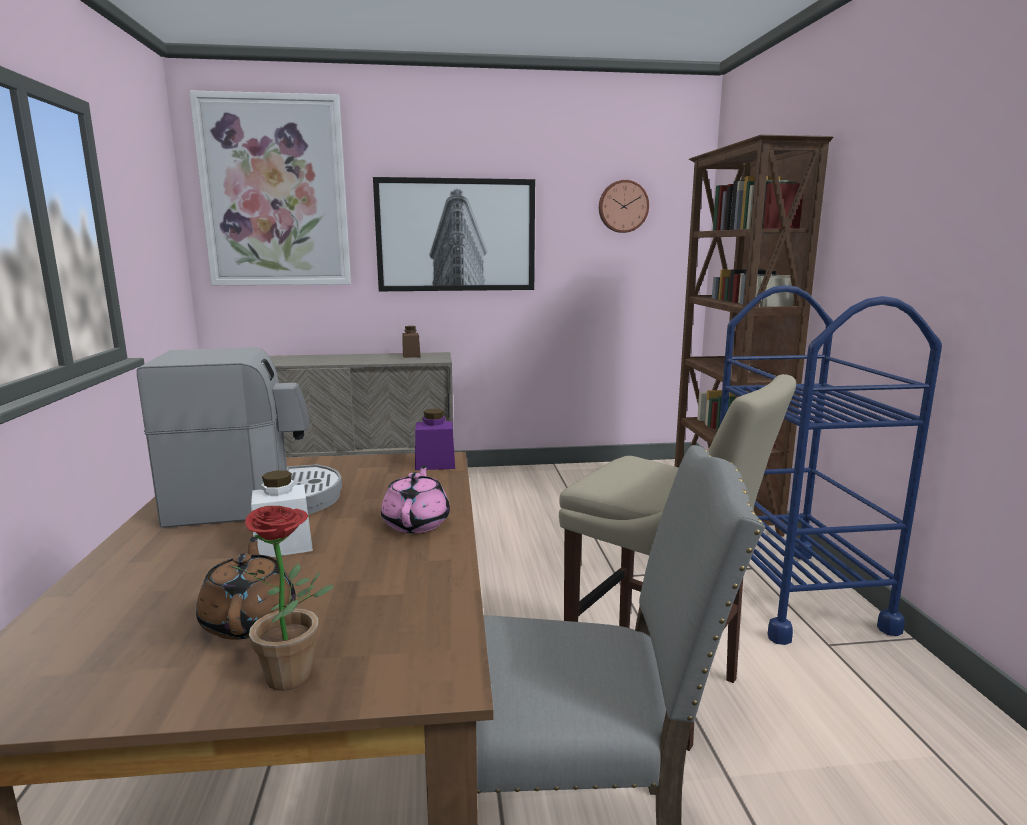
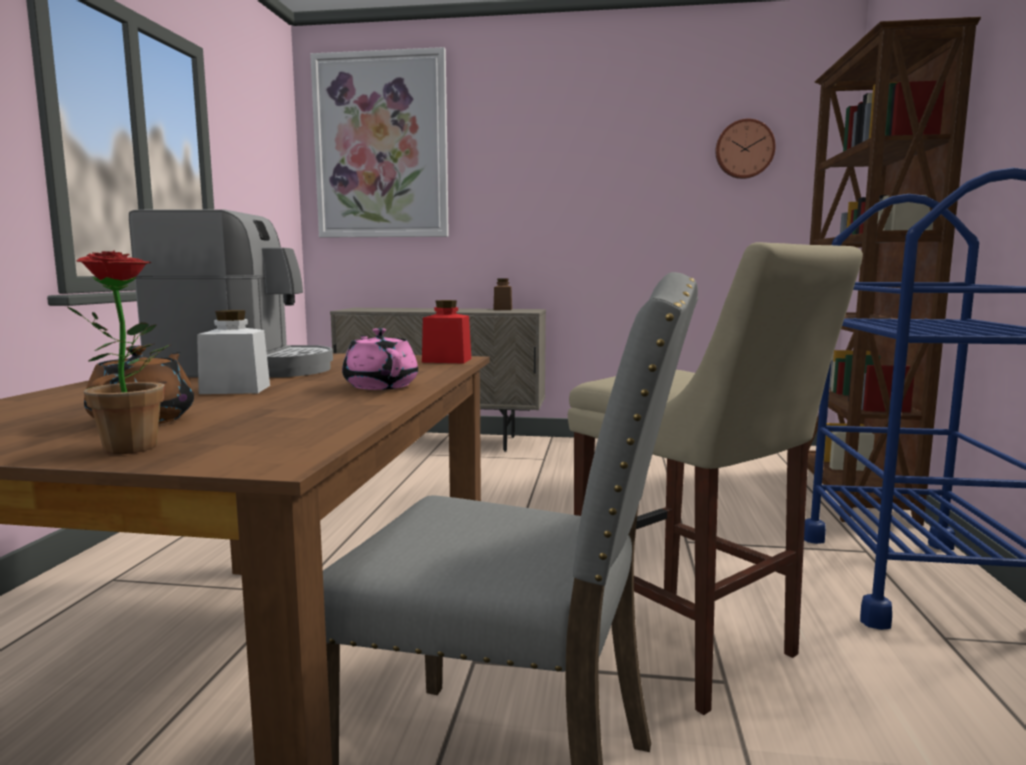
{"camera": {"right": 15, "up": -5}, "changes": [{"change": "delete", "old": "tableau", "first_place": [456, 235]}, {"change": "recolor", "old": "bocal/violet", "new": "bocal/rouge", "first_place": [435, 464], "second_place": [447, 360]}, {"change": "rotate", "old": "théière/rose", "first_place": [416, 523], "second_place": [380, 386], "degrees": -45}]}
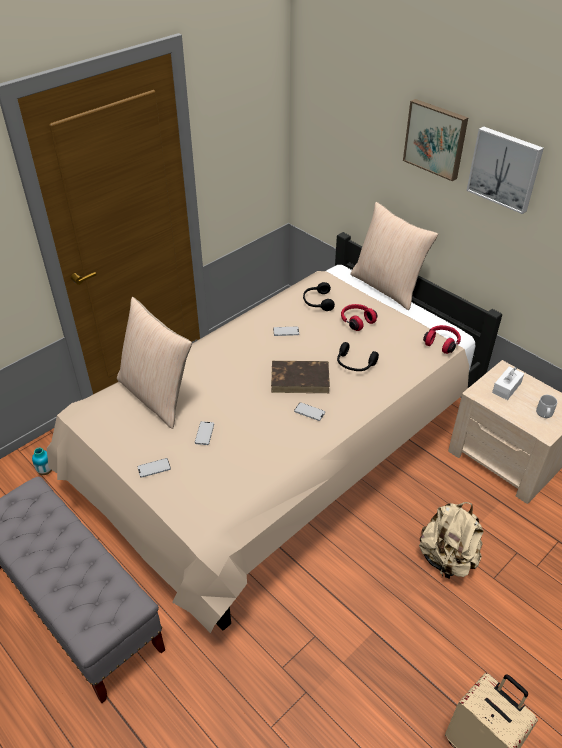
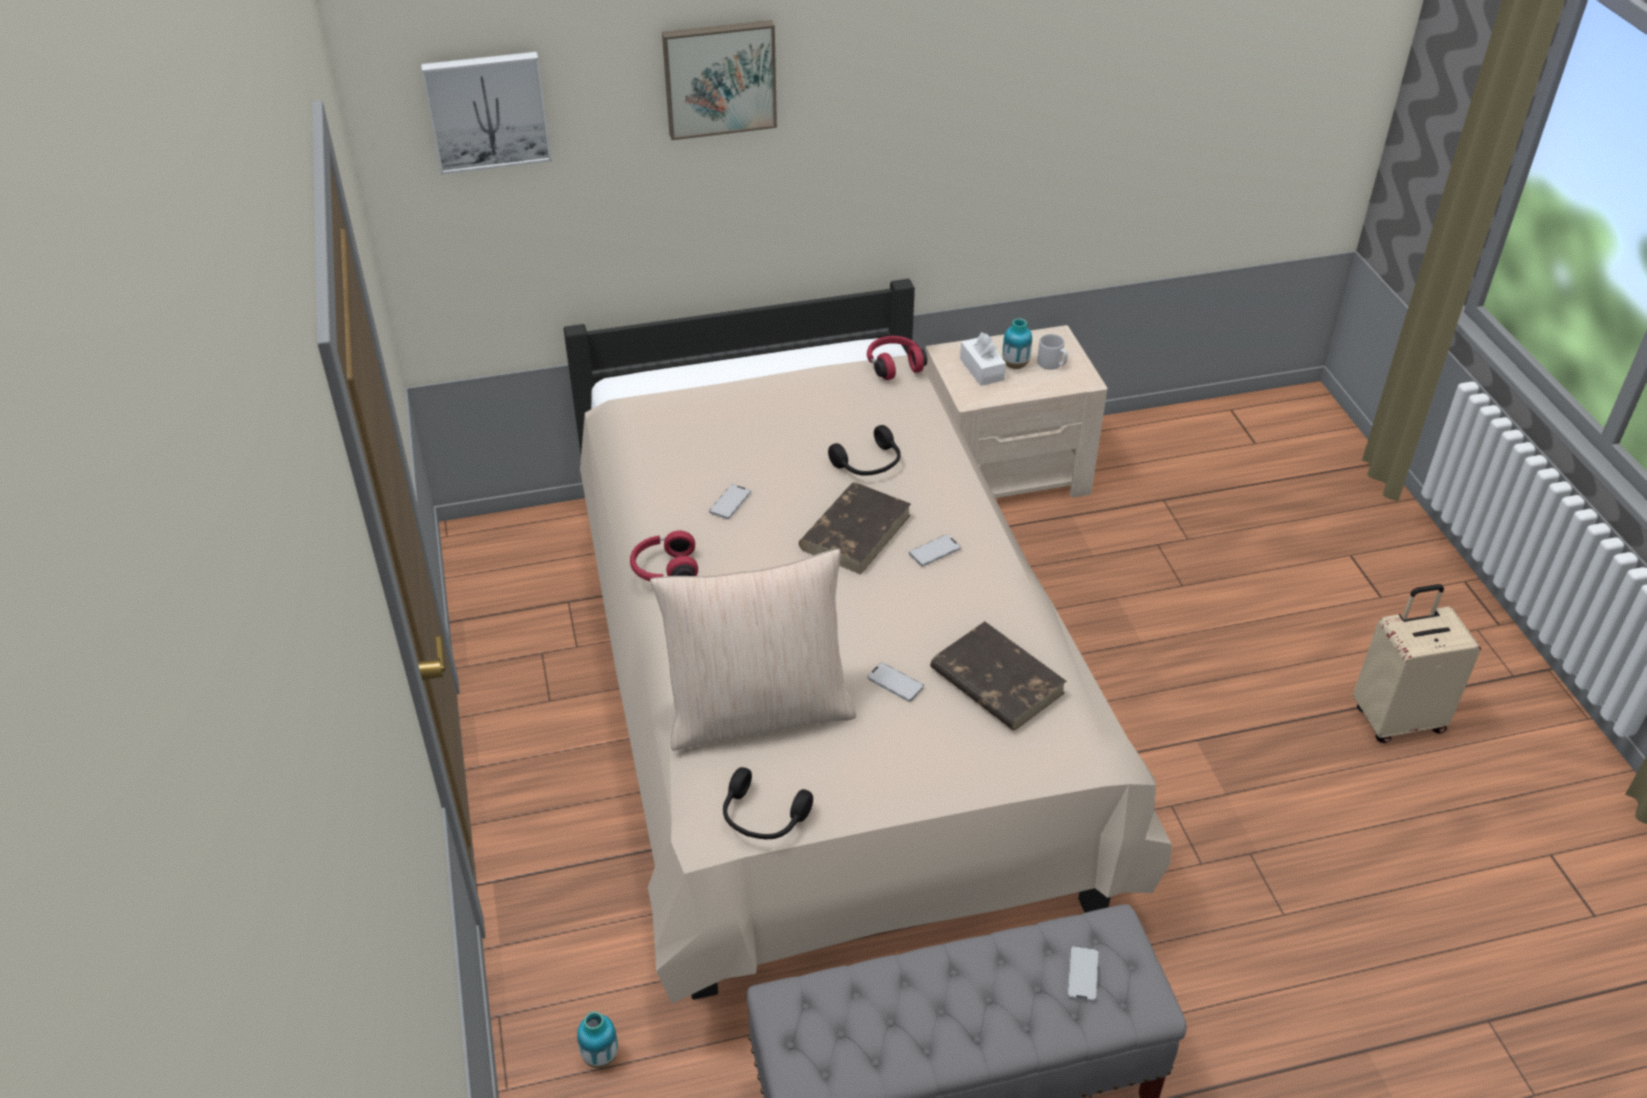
{"camera": {"right": -60, "up": 0}, "changes": [{"change": "move", "old": "tableau", "first_place": [505, 169], "second_place": [487, 110]}, {"change": "delete", "old": "coussin/beige", "first_place": [387, 287]}, {"change": "move", "old": "casque audio/noir", "first_place": [317, 302], "second_place": [762, 818]}, {"change": "move", "old": "casque audio/rouge", "first_place": [356, 321], "second_place": [664, 570]}, {"change": "move", "old": "téléphone", "first_place": [154, 468], "second_place": [1082, 974]}, {"change": "delete", "old": "sac à dos/beige", "first_place": [447, 558]}, {"change": "insert", "new": "vase", "second_place": [1015, 365]}, {"change": "insert", "new": "livre/marron", "second_place": [996, 681]}]}
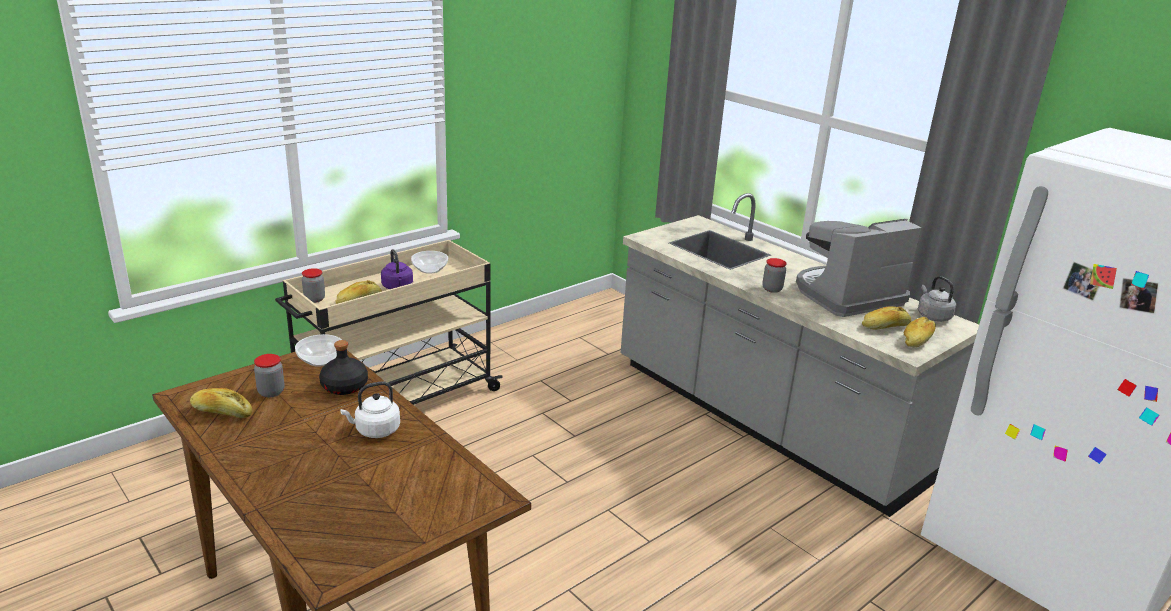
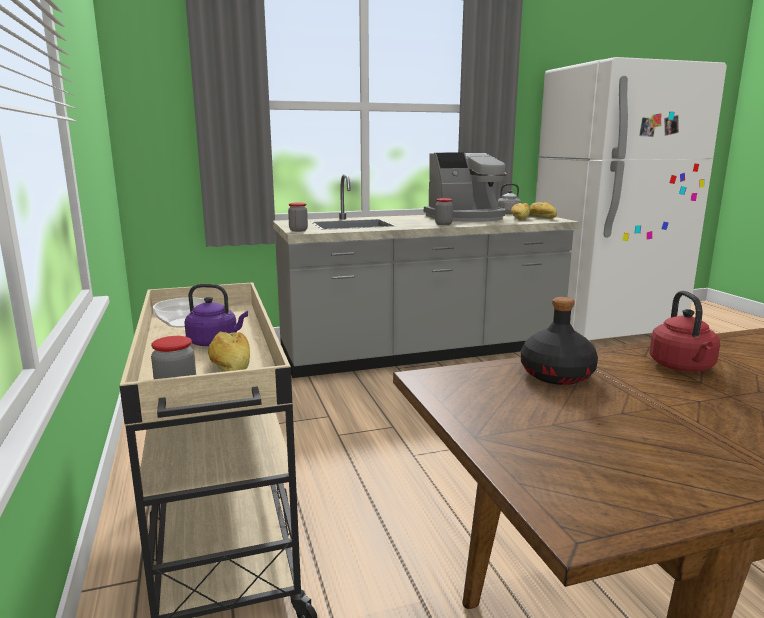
{"camera": {"right": -65, "up": -10}, "changes": [{"change": "rotate", "old": "machine à café", "first_place": [846, 295], "second_place": [466, 217], "degrees": -105}, {"change": "delete", "old": "bol", "first_place": [320, 360]}, {"change": "move", "old": "bocal", "first_place": [271, 392], "second_place": [298, 230]}, {"change": "recolor", "old": "bouilloire/blanc", "new": "bouilloire/rouge", "first_place": [375, 431], "second_place": [682, 367]}, {"change": "delete", "old": "pain", "first_place": [222, 412]}]}
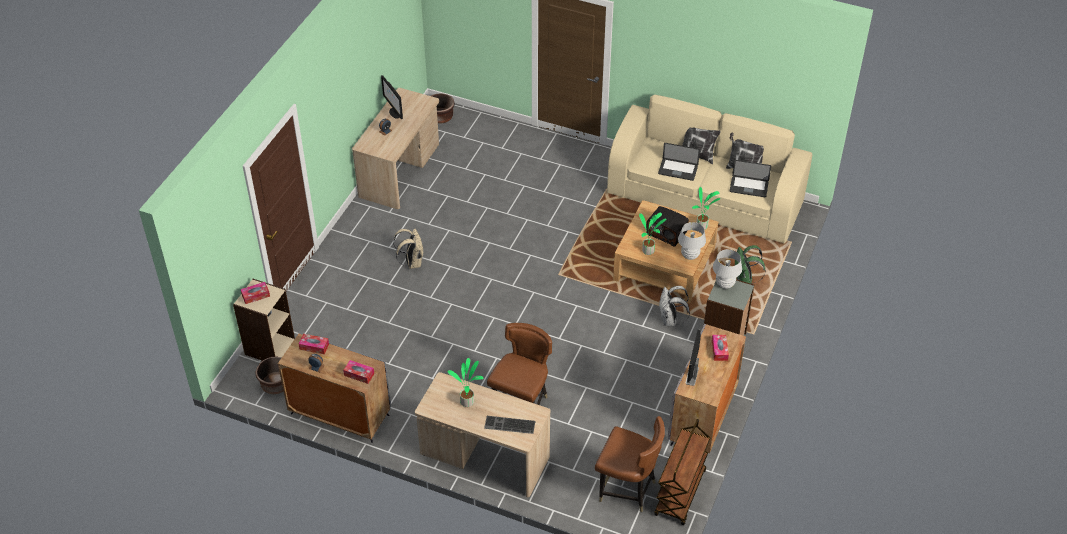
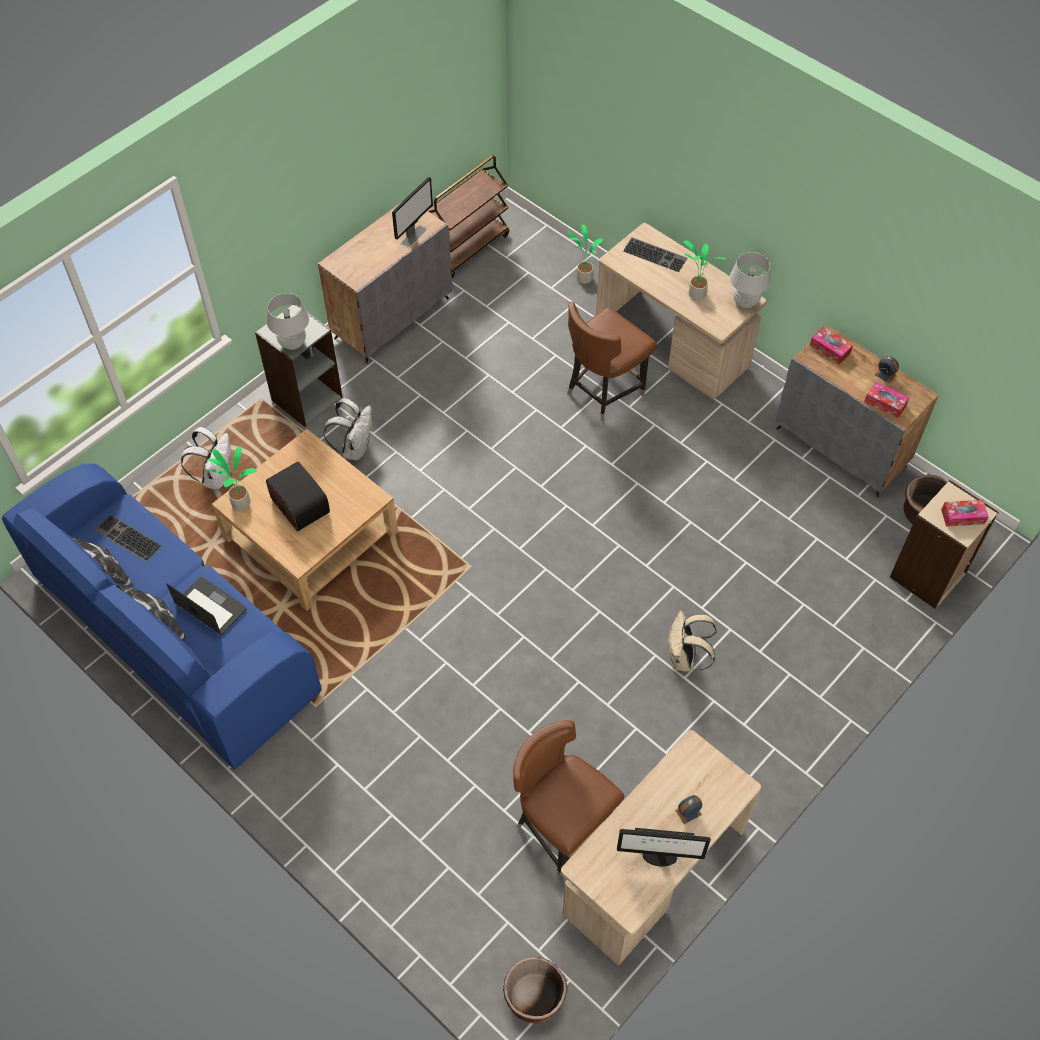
{"camera": {"right": -160, "up": 10}, "changes": [{"change": "rotate", "old": "écran d'ordinateur", "first_place": [394, 113], "second_place": [659, 857], "degrees": 105}, {"change": "recolor", "old": "canapé/beige", "new": "canapé/bleu", "first_place": [705, 198], "second_place": [174, 635]}, {"change": "replace", "old": "ordinateur portable", "new": "clavier", "first_place": [748, 187], "second_place": [126, 538]}, {"change": "move", "old": "plante en pot", "first_place": [649, 251], "second_place": [583, 277]}, {"change": "move", "old": "lampe de table/blanc", "first_place": [690, 255], "second_place": [745, 302]}, {"change": "recolor", "old": "sac à dos/vert", "new": "sac à dos/blanc", "first_place": [745, 280], "second_place": [216, 476]}, {"change": "delete", "old": "boîte à mouchoirs", "first_place": [719, 350]}, {"change": "move", "old": "chaise/marron", "first_place": [627, 489], "second_place": [562, 828]}]}
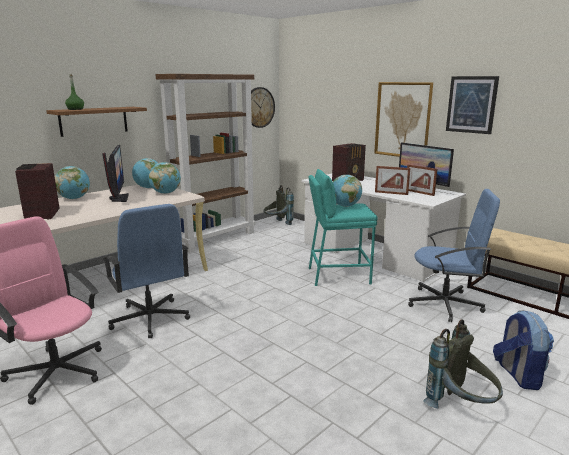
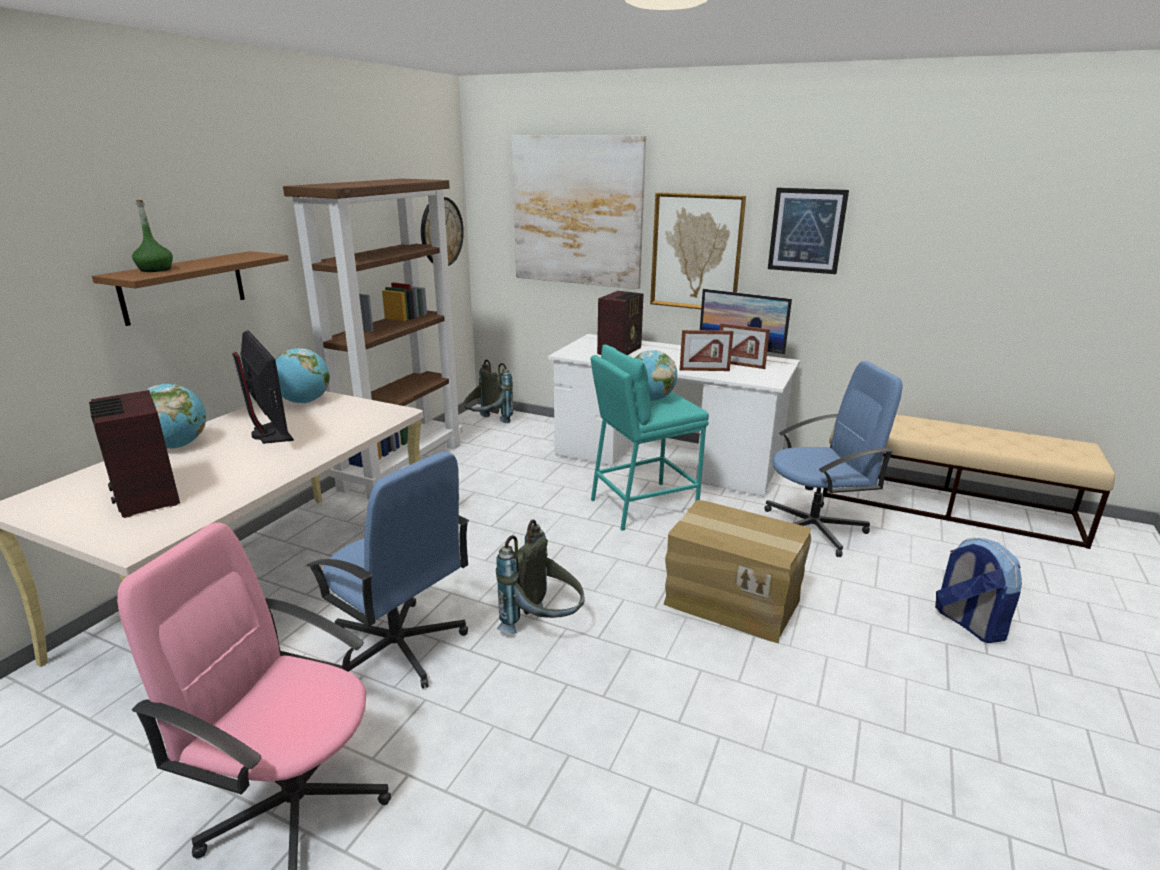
{"camera": {"right": -20, "up": 5}, "changes": [{"change": "delete", "old": "globe", "first_place": [166, 193]}, {"change": "move", "old": "sac à dos/gris", "first_place": [461, 407], "second_place": [544, 626]}, {"change": "insert", "new": "tableau", "second_place": [577, 211]}, {"change": "insert", "new": "carton", "second_place": [733, 600]}]}
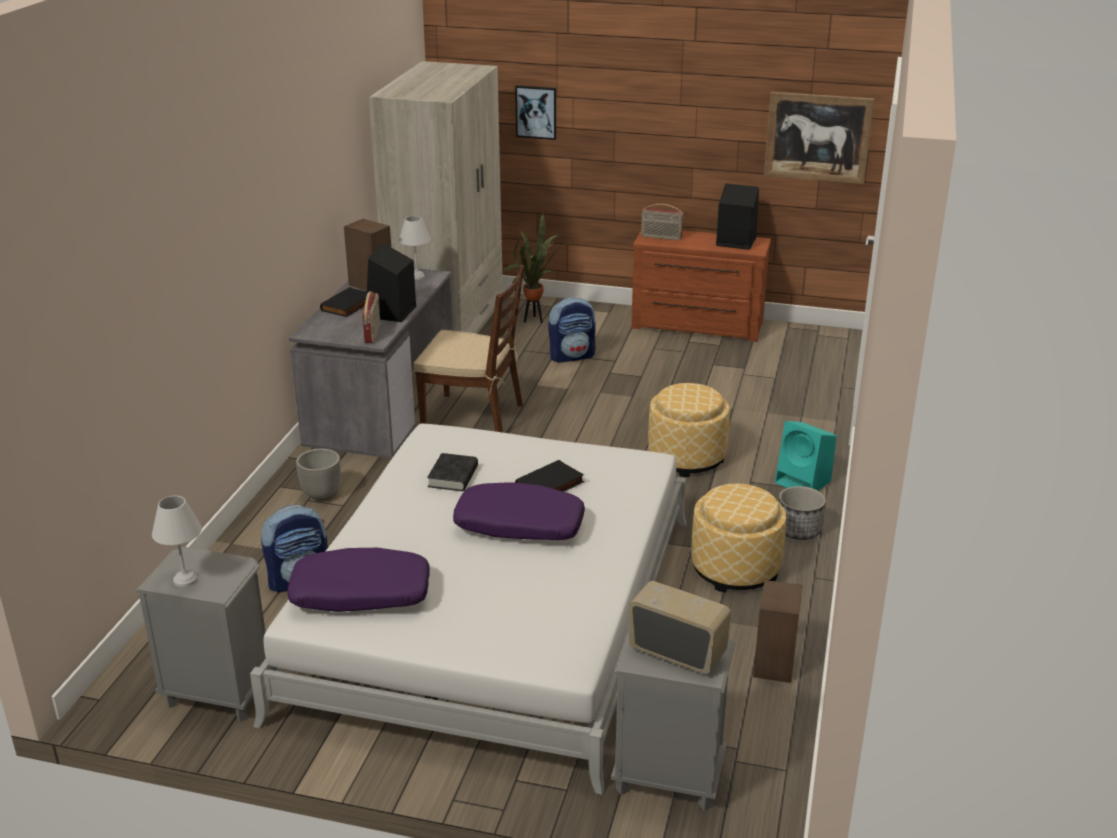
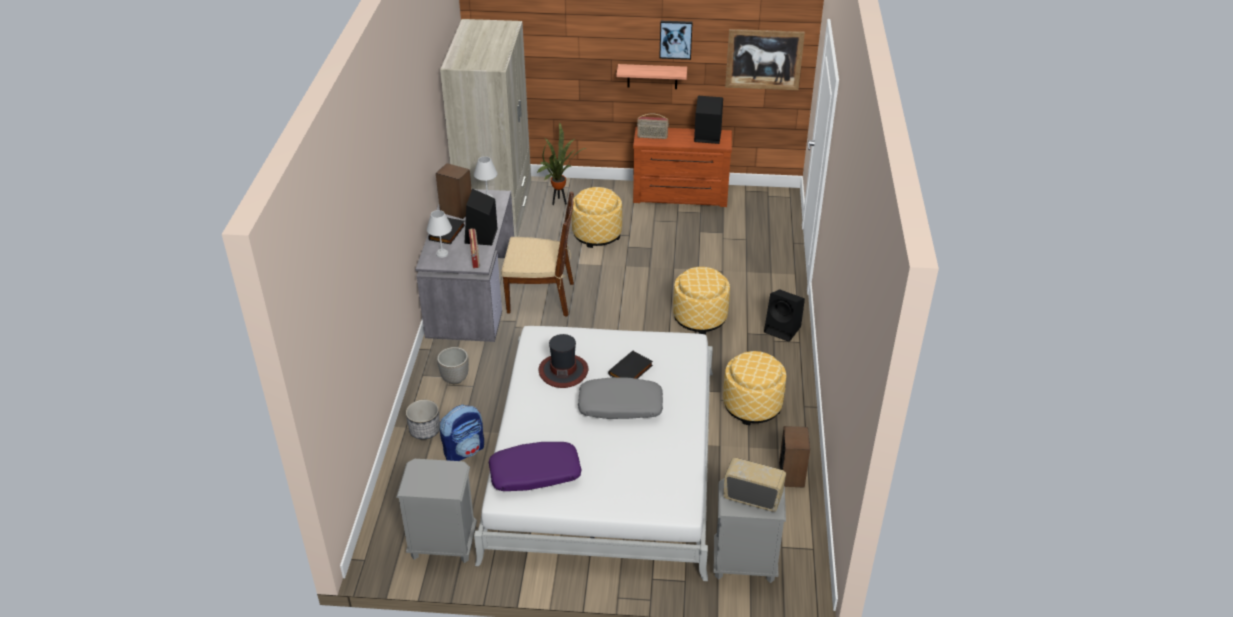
{"camera": {"right": -10, "up": 10}, "changes": [{"change": "move", "old": "tableau", "first_place": [536, 112], "second_place": [675, 39]}, {"change": "replace", "old": "sac à dos", "new": "pouf", "first_place": [572, 356], "second_place": [597, 234]}, {"change": "recolor", "old": "enceinte/turquoise", "new": "enceinte/noir", "first_place": [804, 482], "second_place": [783, 329]}, {"change": "replace", "old": "livre/noir", "new": "chapeau", "first_place": [453, 477], "second_place": [563, 371]}, {"change": "recolor", "old": "coussin/violet", "new": "coussin/gris", "first_place": [518, 526], "second_place": [620, 407]}, {"change": "move", "old": "cache-pot", "first_place": [798, 530], "second_place": [424, 430]}, {"change": "move", "old": "lampe de table/blanc", "first_place": [186, 579], "second_place": [442, 253]}, {"change": "insert", "new": "étagère", "second_place": [652, 76]}]}
